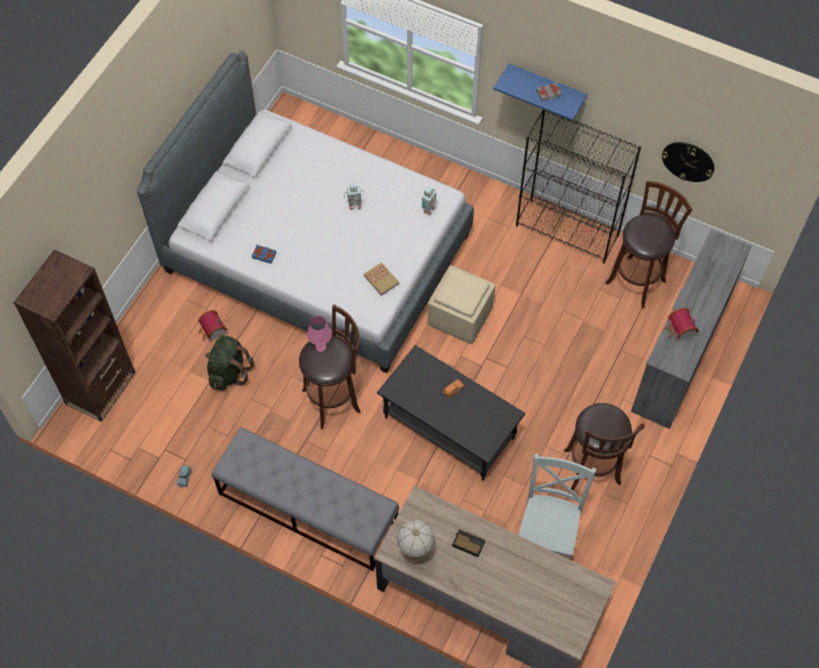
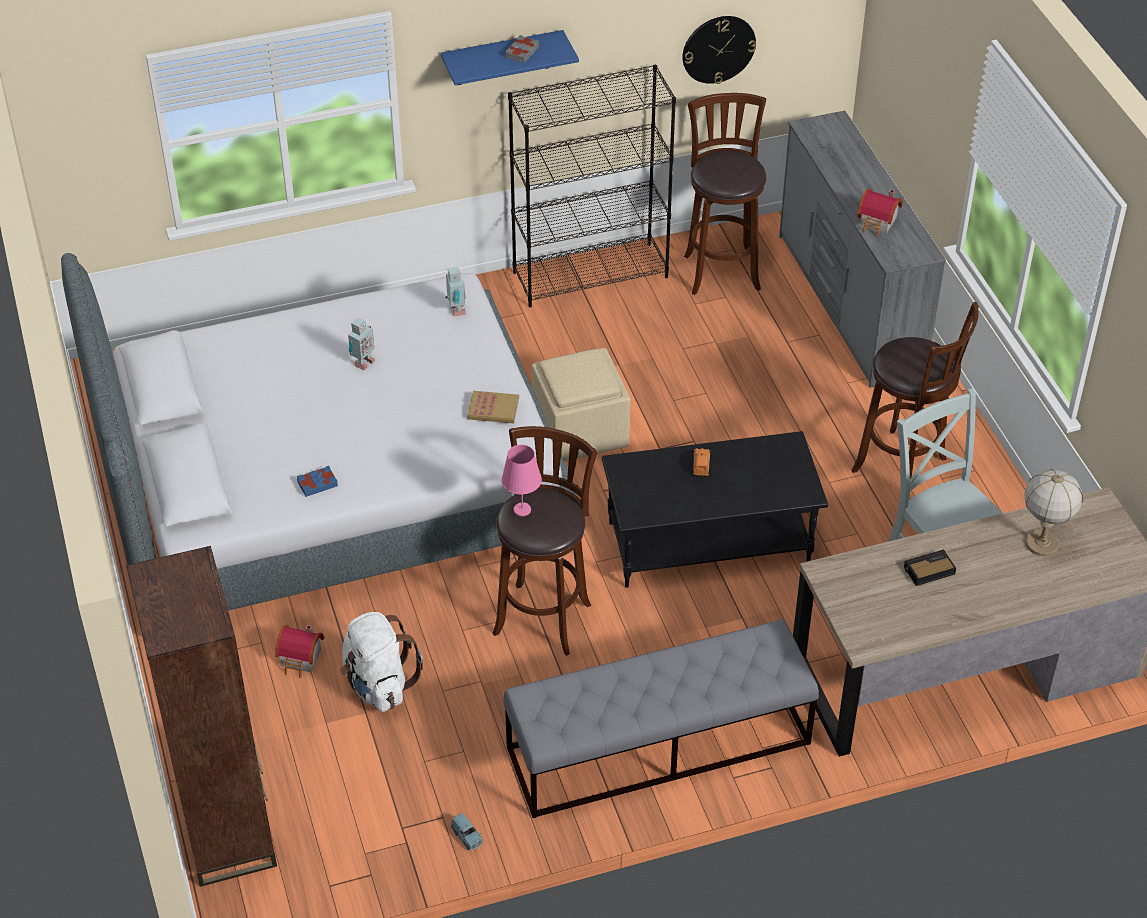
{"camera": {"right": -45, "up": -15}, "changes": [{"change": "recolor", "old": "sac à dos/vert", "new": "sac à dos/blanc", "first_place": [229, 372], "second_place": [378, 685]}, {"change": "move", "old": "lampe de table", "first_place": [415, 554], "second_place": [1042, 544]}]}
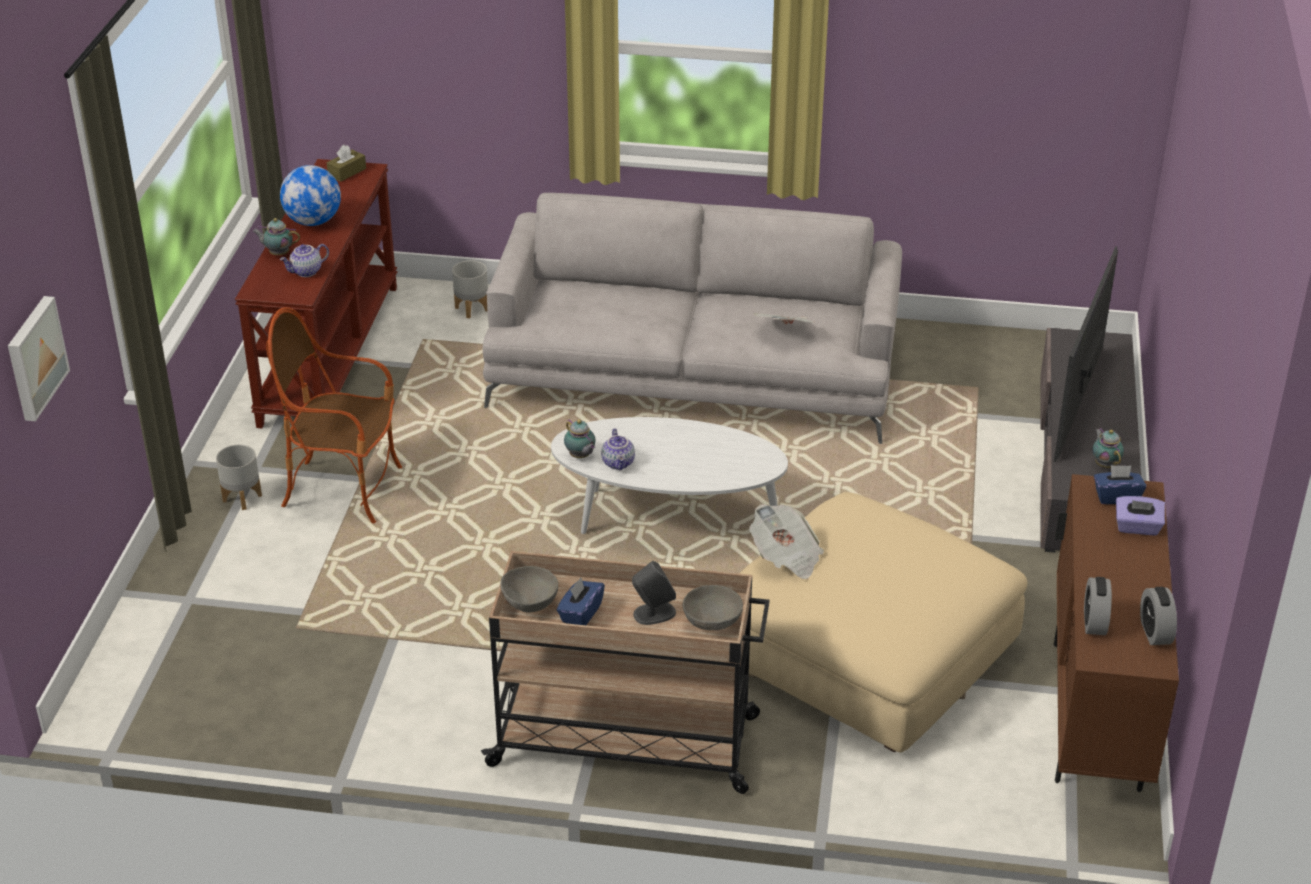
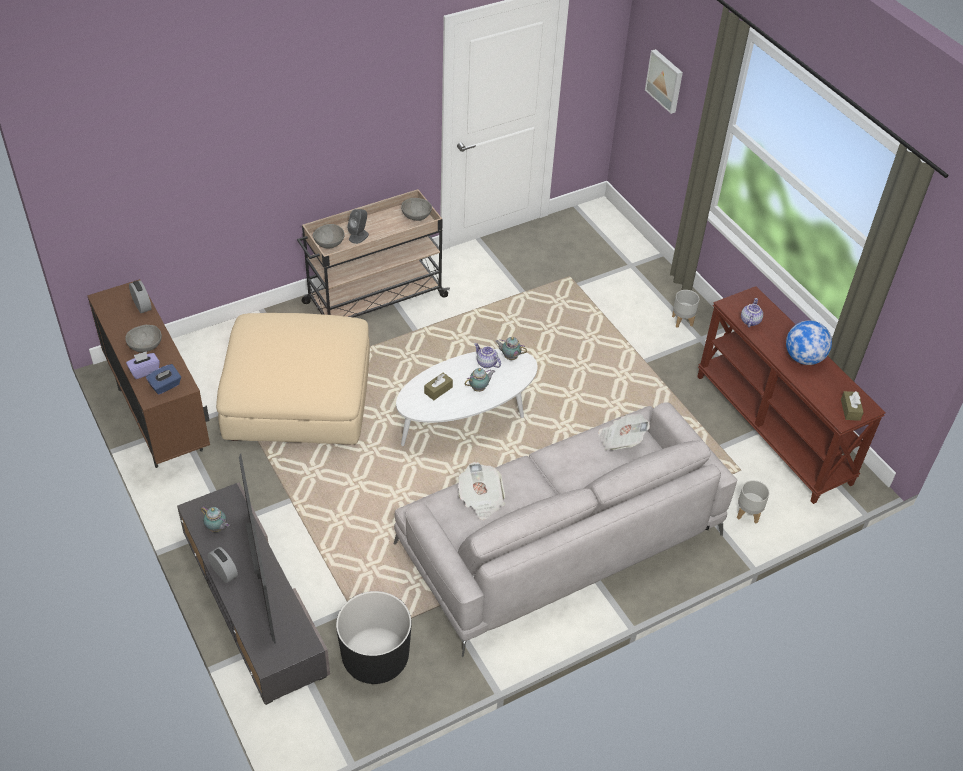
{"camera": {"right": 140, "up": 10}, "changes": [{"change": "move", "old": "théière", "first_place": [278, 253], "second_place": [479, 388]}, {"change": "delete", "old": "fauteuil", "first_place": [344, 489]}, {"change": "move", "old": "journal", "first_place": [786, 557], "second_place": [621, 440]}, {"change": "delete", "old": "boîte à mouchoirs/bleu", "first_place": [580, 613]}, {"change": "move", "old": "réveil", "first_place": [1155, 632], "second_place": [224, 572]}, {"change": "insert", "new": "bol/gris", "second_place": [145, 347]}, {"change": "insert", "new": "boîte à mouchoirs/marron", "second_place": [438, 390]}, {"change": "insert", "new": "cache-pot/noir", "second_place": [375, 658]}]}
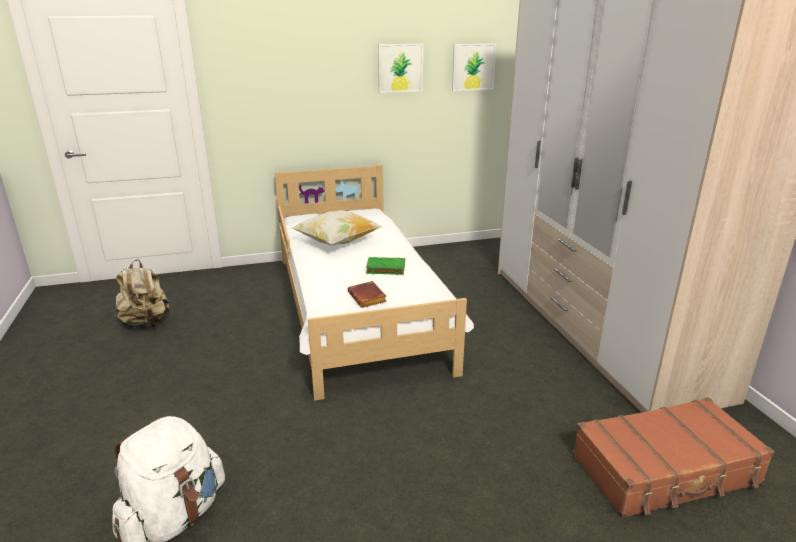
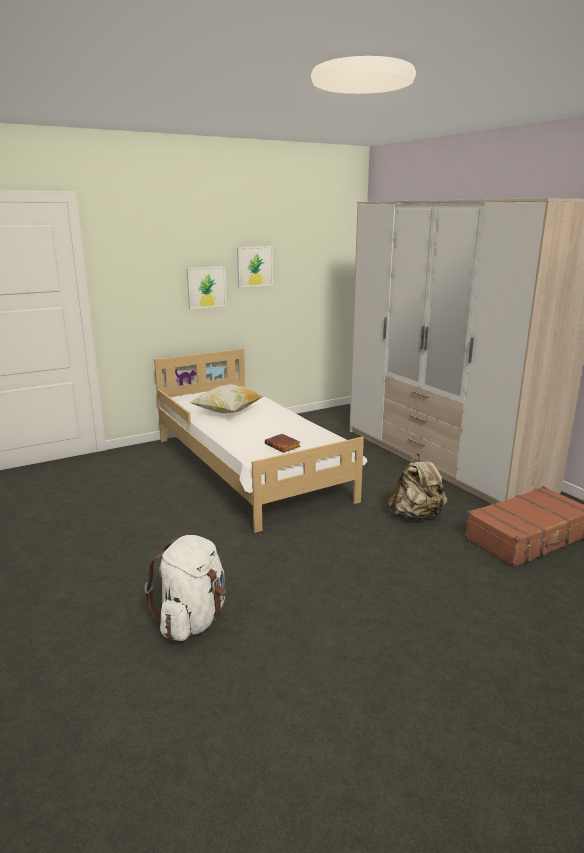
{"camera": {"right": -15, "up": -5}, "changes": [{"change": "move", "old": "tableau", "first_place": [473, 67], "second_place": [206, 287]}, {"change": "delete", "old": "livre/vert", "first_place": [385, 269]}, {"change": "move", "old": "sac à dos/beige", "first_place": [146, 323], "second_place": [416, 516]}]}
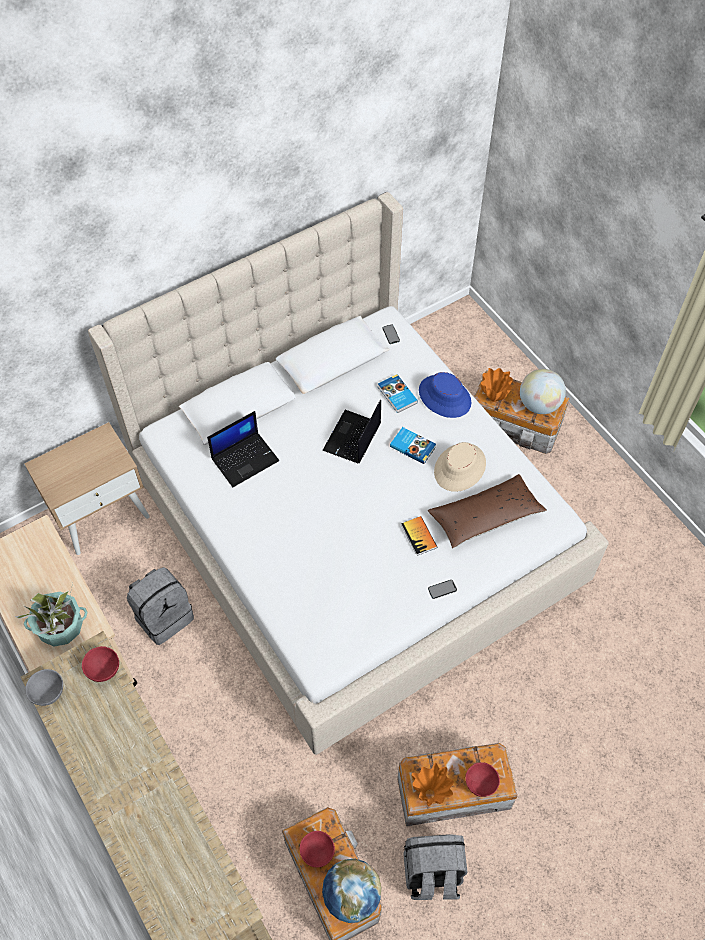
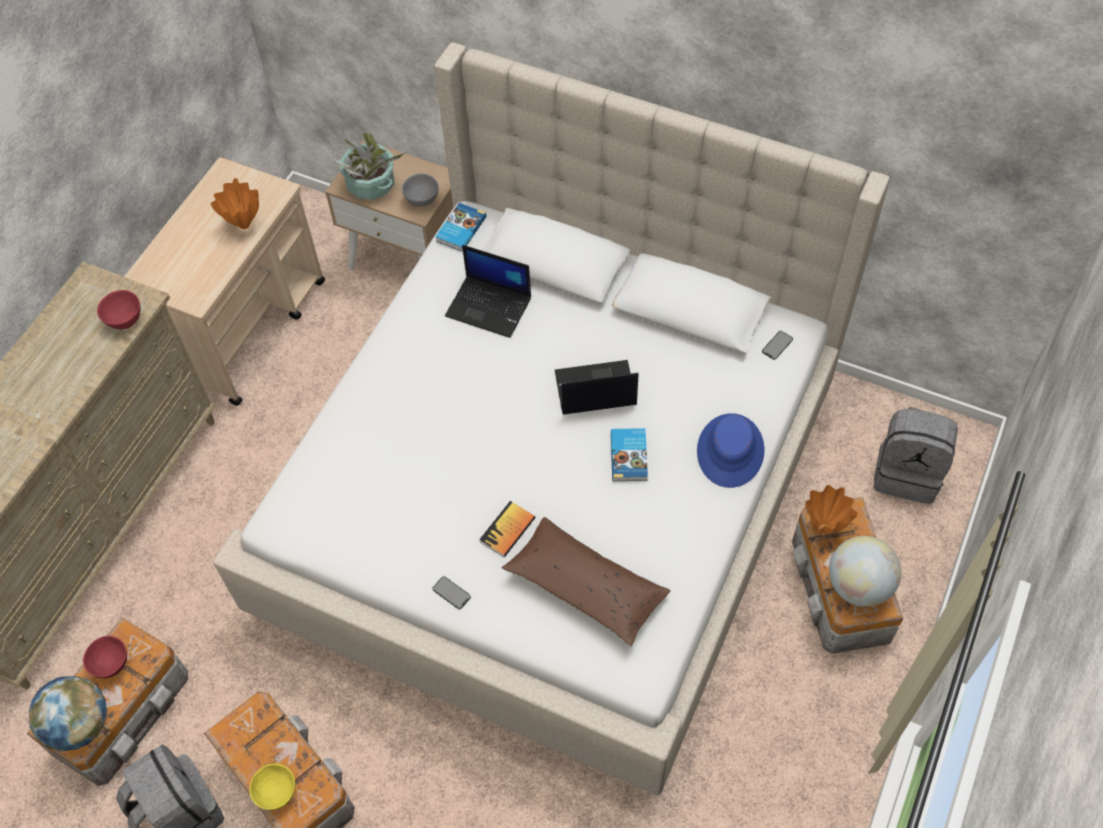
{"camera": {"right": 60, "up": 0}, "changes": [{"change": "move", "old": "livre", "first_place": [396, 395], "second_place": [460, 229]}, {"change": "delete", "old": "chapeau/beige", "first_place": [460, 468]}, {"change": "move", "old": "sac à dos/gris", "first_place": [164, 616], "second_place": [907, 473]}, {"change": "move", "old": "plante en pot", "first_place": [60, 626], "second_place": [370, 184]}, {"change": "move", "old": "bol/gris", "first_place": [49, 693], "second_place": [422, 200]}, {"change": "recolor", "old": "bol/rouge", "new": "bol/jaune", "first_place": [481, 784], "second_place": [276, 793]}, {"change": "move", "old": "vase/orange", "first_place": [430, 794], "second_place": [244, 226]}]}
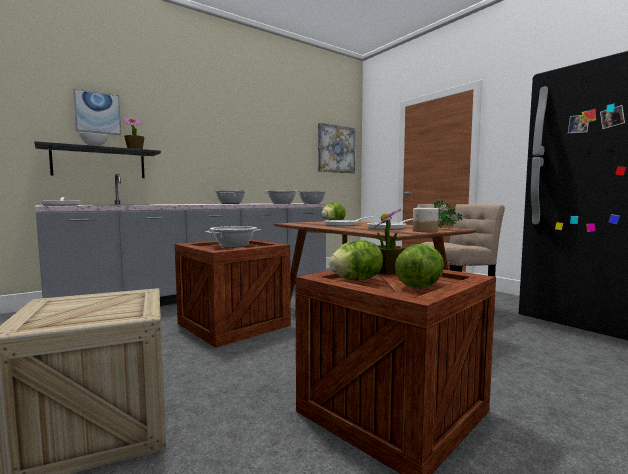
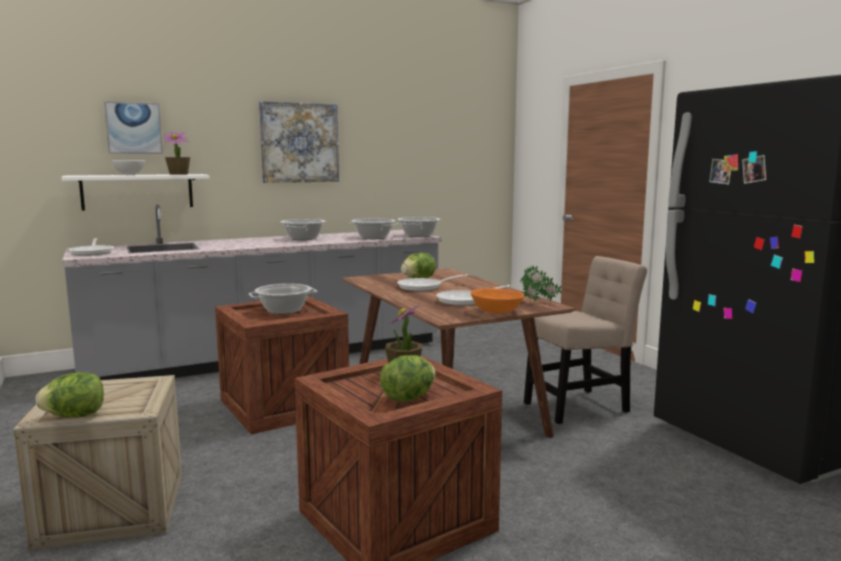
{"camera": {"right": 10, "up": 5}, "changes": [{"change": "move", "old": "tableau", "first_place": [336, 149], "second_place": [299, 143]}, {"change": "recolor", "old": "étagère/noir", "new": "étagère/blanc", "first_place": [99, 163], "second_place": [137, 191]}, {"change": "replace", "old": "bocal", "new": "bol/orange", "first_place": [425, 231], "second_place": [496, 312]}, {"change": "move", "old": "laitue", "first_place": [356, 280], "second_place": [75, 416]}]}
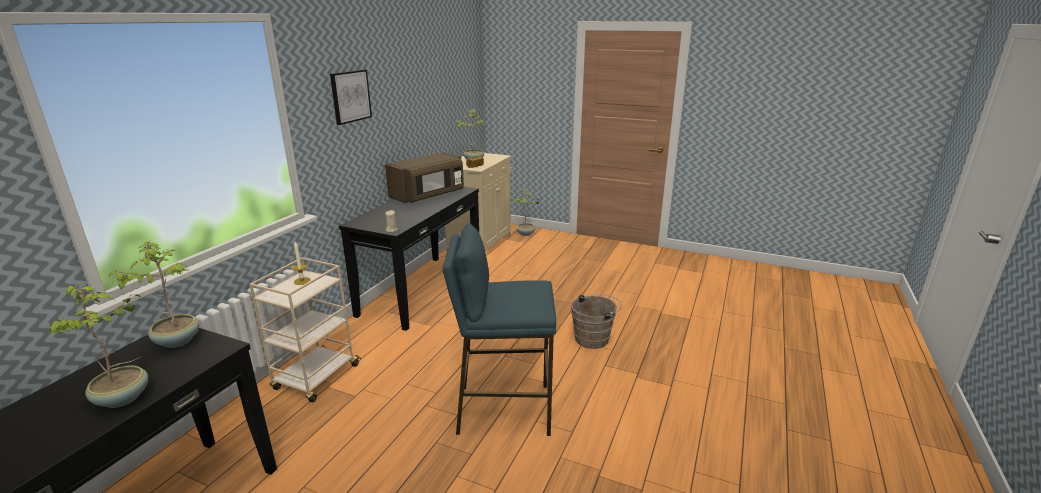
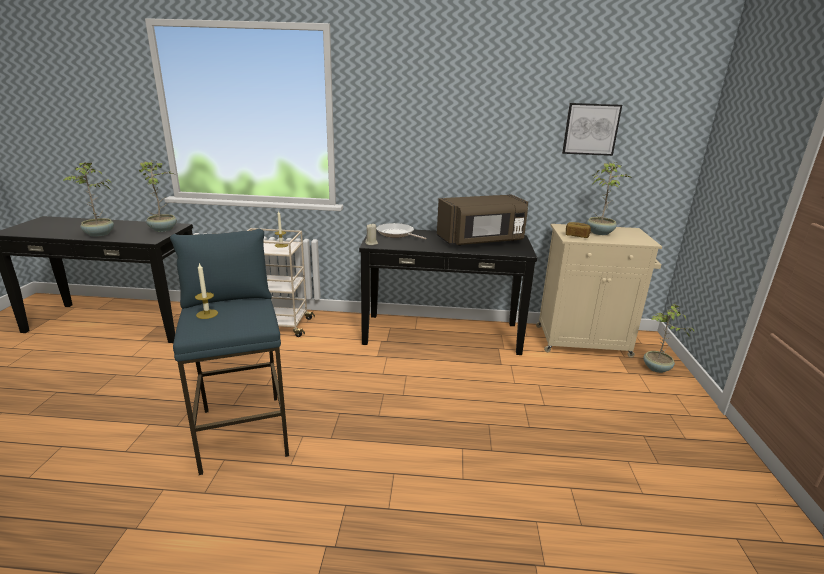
{"camera": {"right": 70, "up": 0}, "changes": [{"change": "move", "old": "tableau", "first_place": [350, 96], "second_place": [590, 129]}, {"change": "rotate", "old": "micro-ondes/marron", "first_place": [428, 195], "second_place": [481, 241], "degrees": -45}, {"change": "delete", "old": "seau/marron", "first_place": [594, 338]}, {"change": "insert", "new": "poêle", "second_place": [396, 234]}, {"change": "insert", "new": "bougie", "second_place": [207, 314]}]}
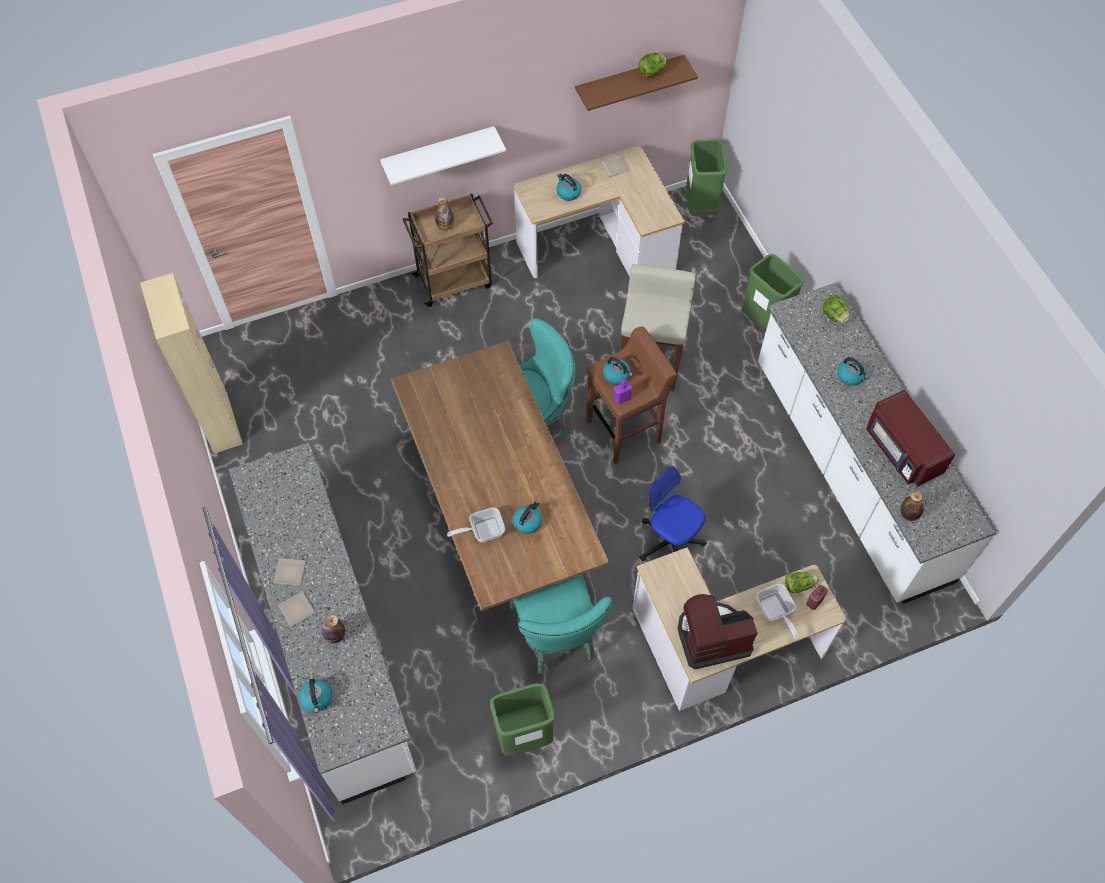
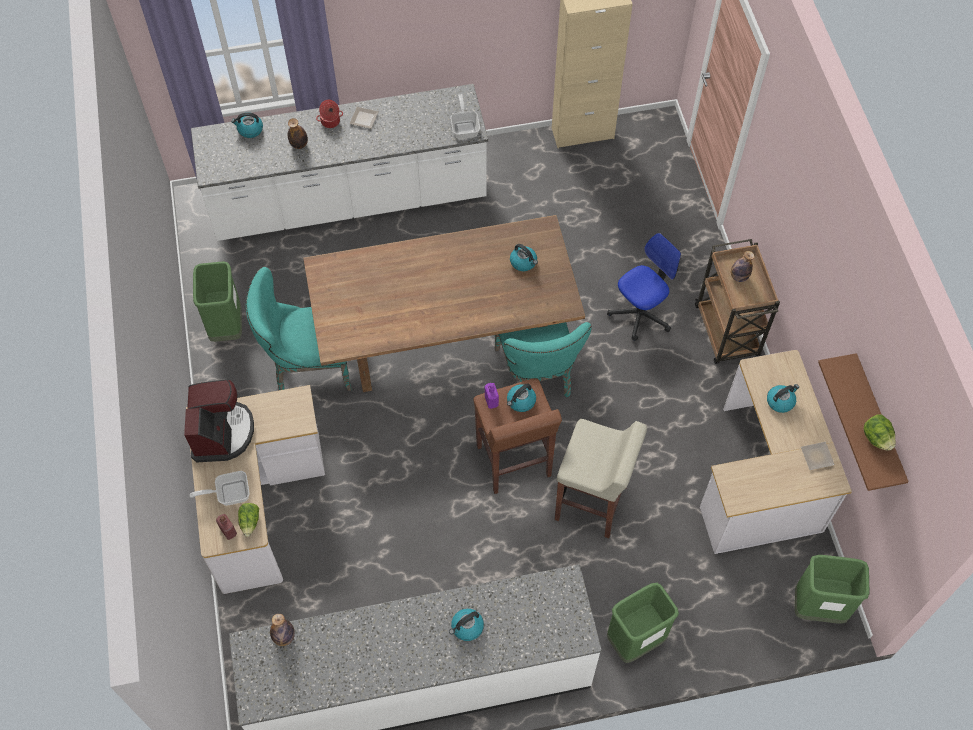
{"camera": {"right": 100, "up": 0}, "changes": [{"change": "delete", "old": "étagère/blanc", "first_place": [439, 153]}, {"change": "delete", "old": "laitue", "first_place": [834, 316]}, {"change": "delete", "old": "micro-ondes/rouge", "first_place": [902, 450]}, {"change": "move", "old": "chaise de bureau", "first_place": [670, 541], "second_place": [640, 313]}, {"change": "move", "old": "bouilloire", "first_place": [527, 521], "second_place": [523, 262]}, {"change": "move", "old": "poêle", "first_place": [482, 531], "second_place": [465, 127]}, {"change": "replace", "old": "assiette", "new": "marmite", "first_place": [297, 608], "second_place": [330, 122]}]}
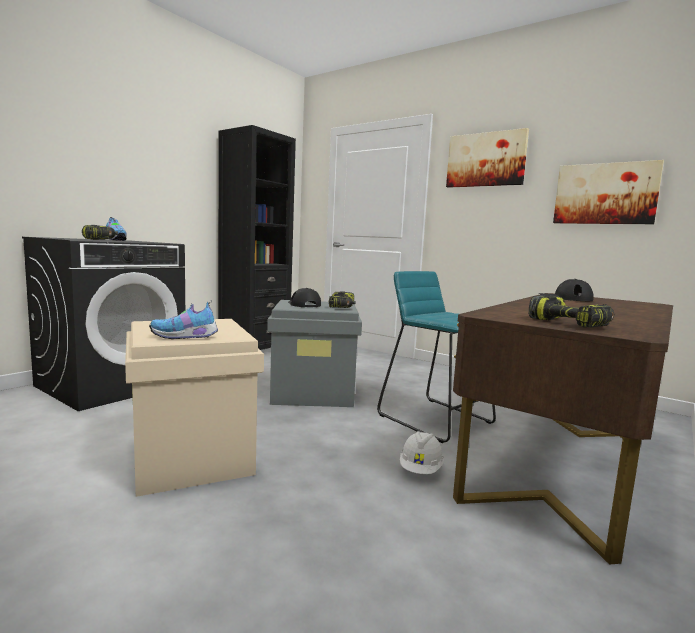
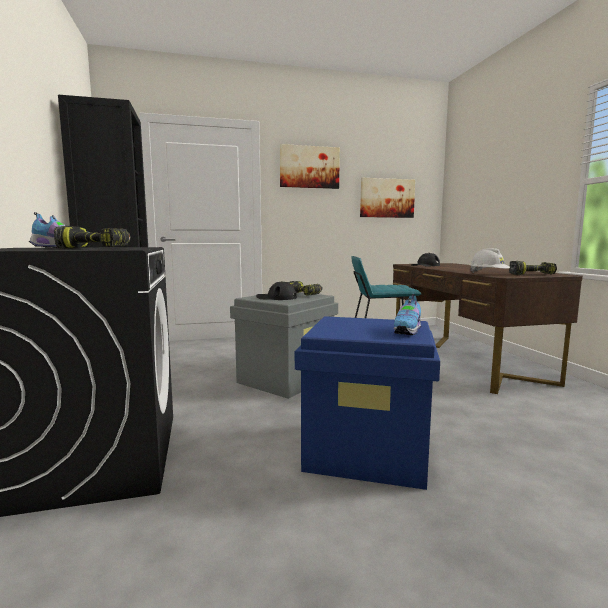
{"camera": {"right": -50, "up": 0}, "changes": [{"change": "recolor", "old": "boîte de rangement/beige", "new": "boîte de rangement/bleu", "first_place": [192, 457], "second_place": [368, 451]}, {"change": "move", "old": "casque de chantier/blanc", "first_place": [420, 470], "second_place": [488, 274]}]}
